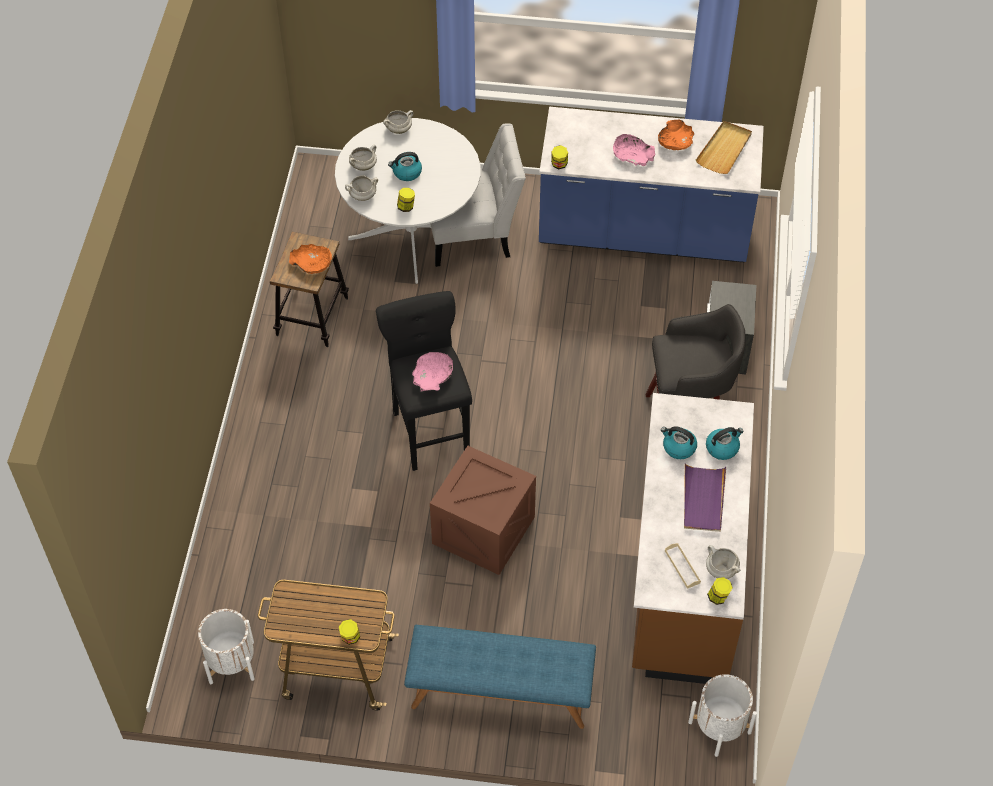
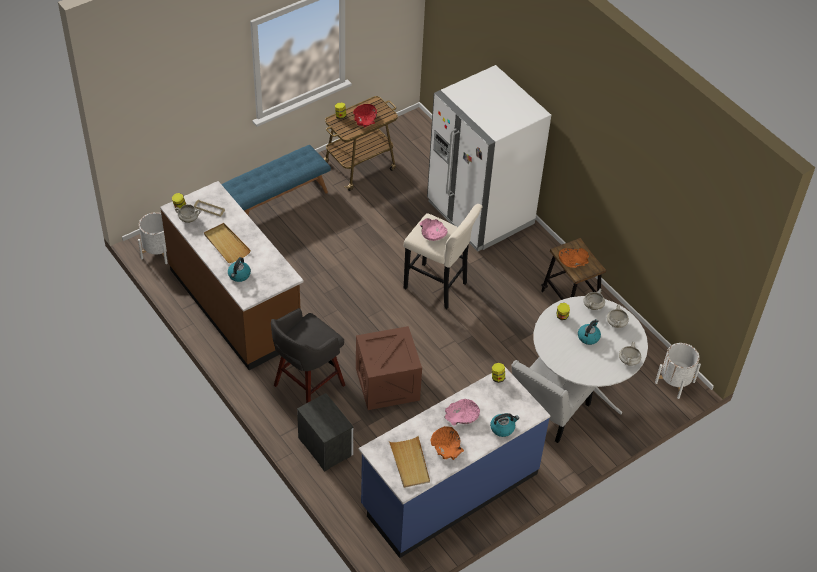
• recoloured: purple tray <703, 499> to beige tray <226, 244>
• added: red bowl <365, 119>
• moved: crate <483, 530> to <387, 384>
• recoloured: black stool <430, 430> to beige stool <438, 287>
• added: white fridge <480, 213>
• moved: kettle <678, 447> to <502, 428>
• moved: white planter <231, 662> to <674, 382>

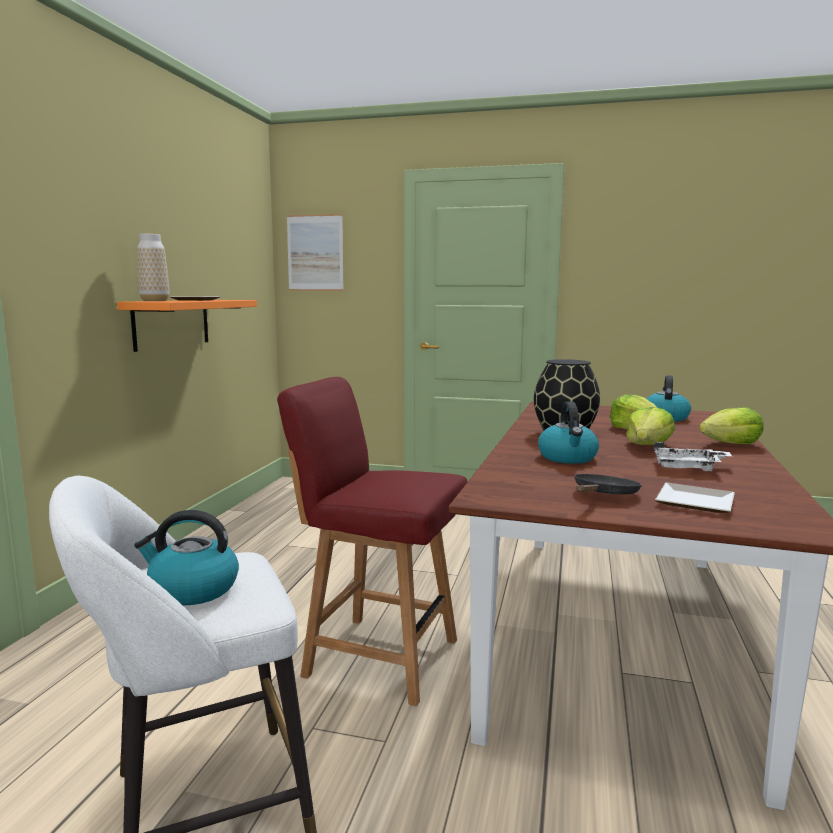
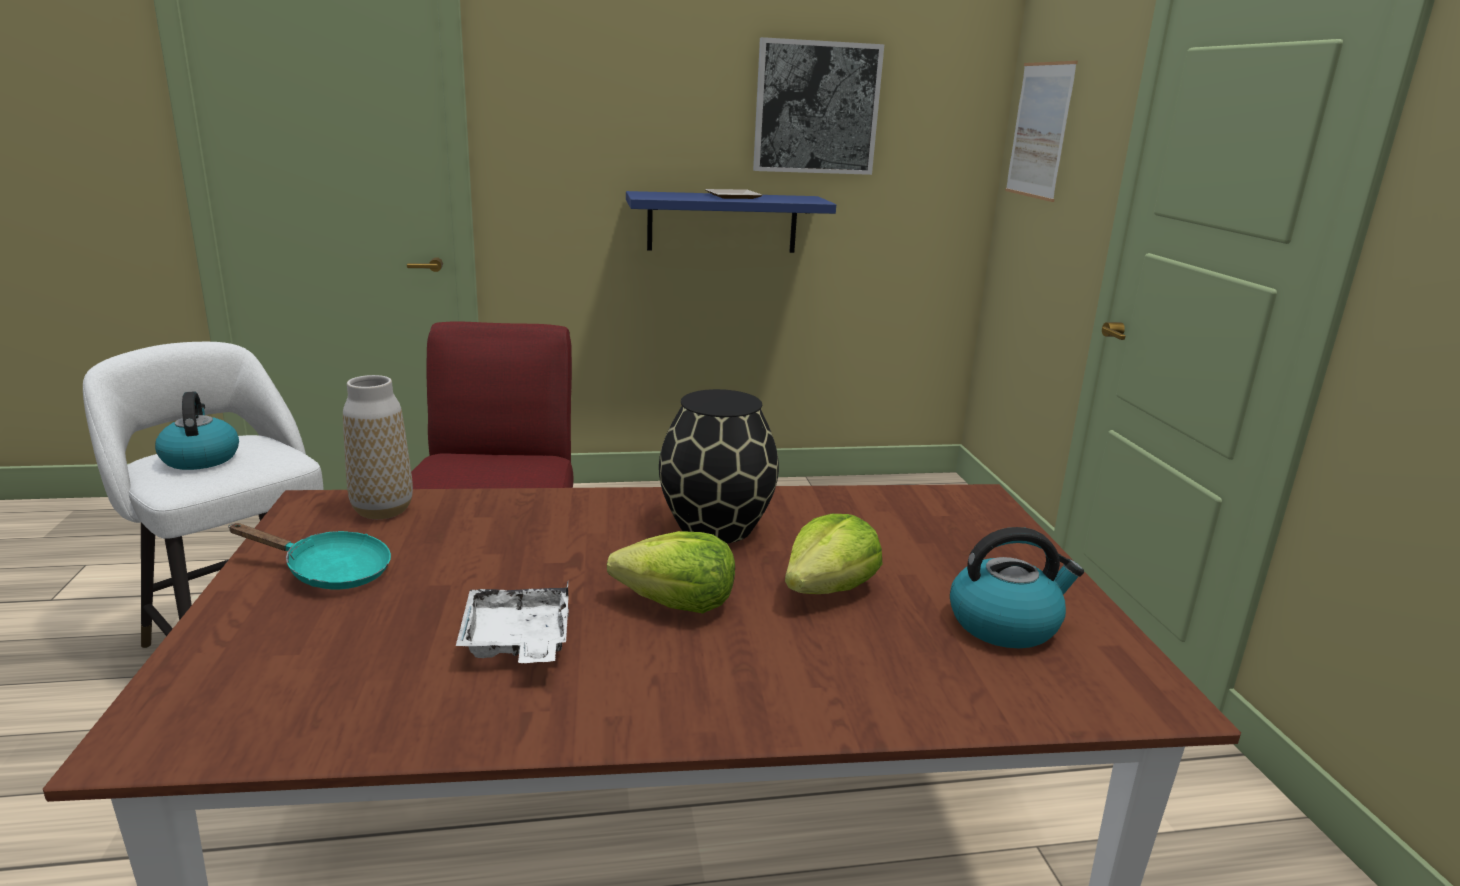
• recoloured: black frying pan <604, 495> to turquoise frying pan <329, 572>
• moved: vase <154, 301> to <382, 510>
• recoloured: orange shelf <172, 323> to blue shelf <722, 222>
• added: picture <816, 108>
• removed: kettle <568, 458>
• removed: plate <692, 502>
• removed: lettuce <731, 444>

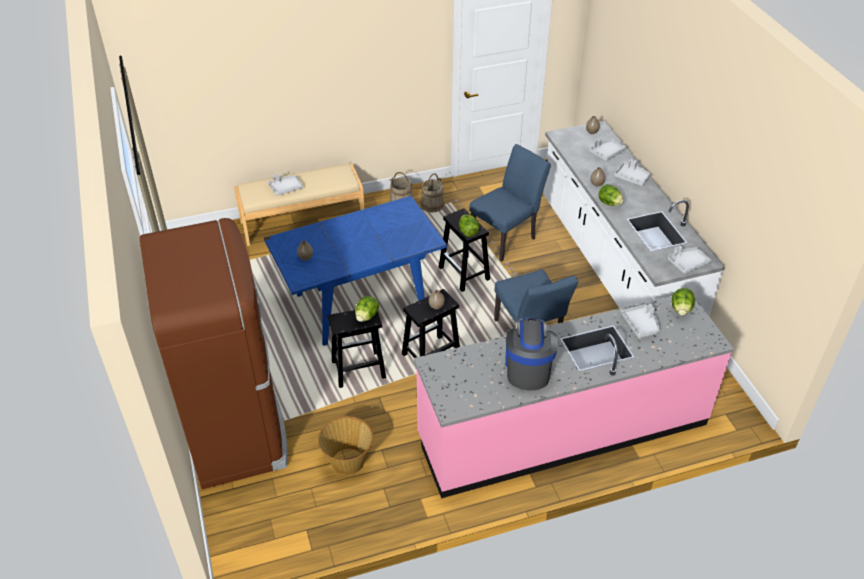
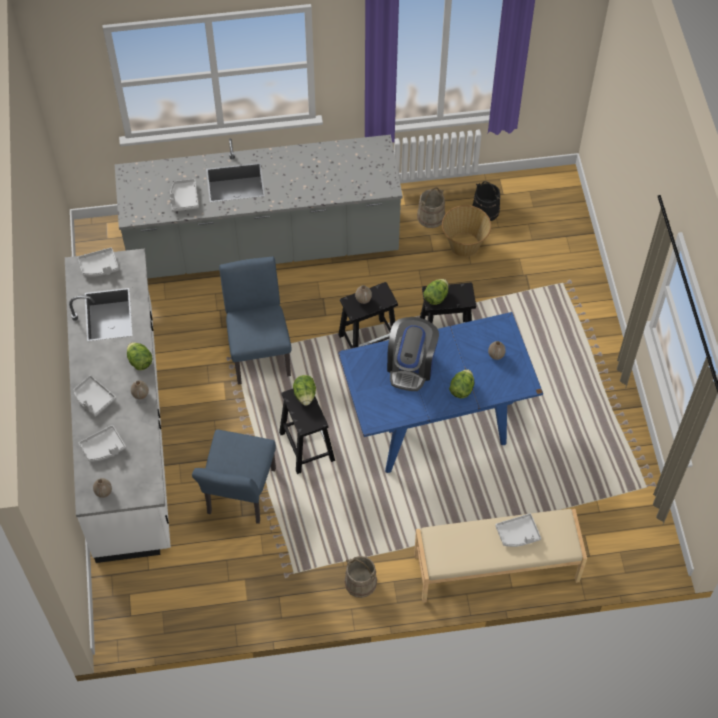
• recoloured: pink counter <562, 429> to grey counter <263, 245>
• turned: blue chair <506, 237> = <239, 496> 45 degrees counterclockwise
• moved: coffee machine <528, 368> to <411, 365>
• moved: beige bucket <432, 205> to <430, 216>
• moved: lettuce <681, 309> to <461, 389>
• added: black bucket <485, 210>
• removed: brown fridge <237, 429>

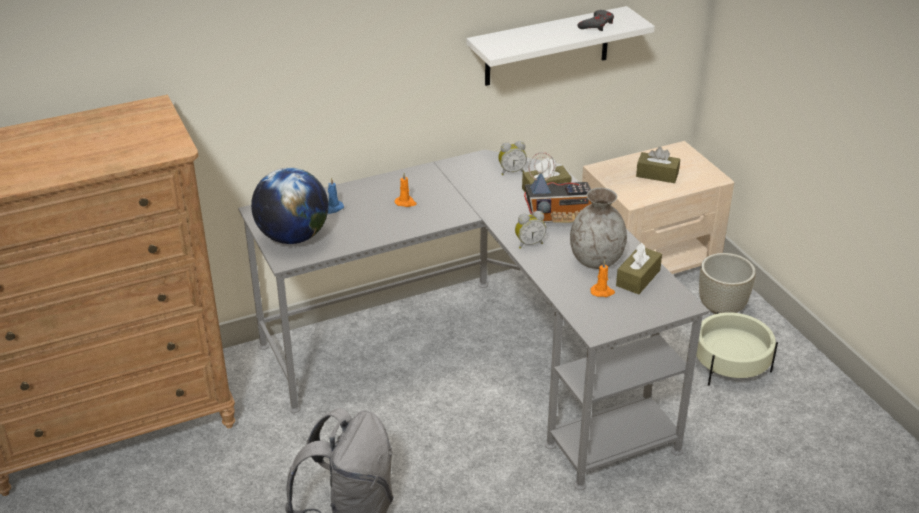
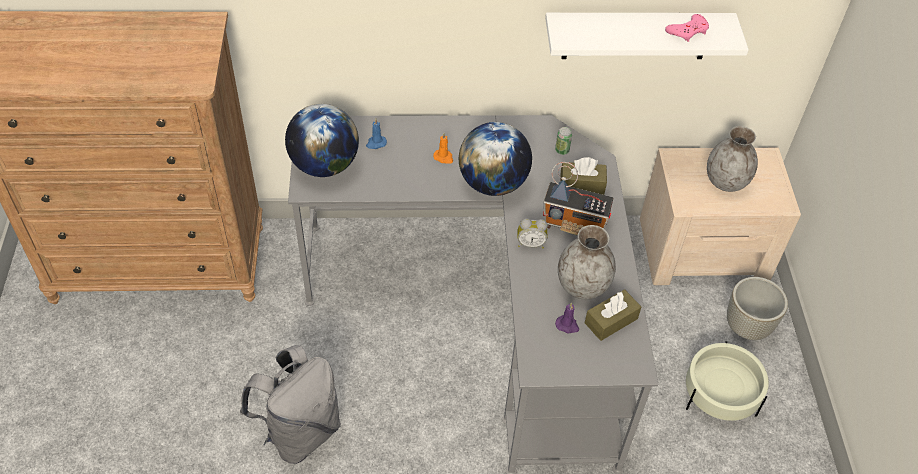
• added: globe <493, 183>
• replaced: alarm clock <511, 171> to can <562, 150>
• recoloured: orange candle <602, 292> to purple candle <567, 325>
• recoloured: grey game controller <597, 24> to pink game controller <688, 31>
• replaced: brown tissue box <657, 175> to grey vase <726, 182>

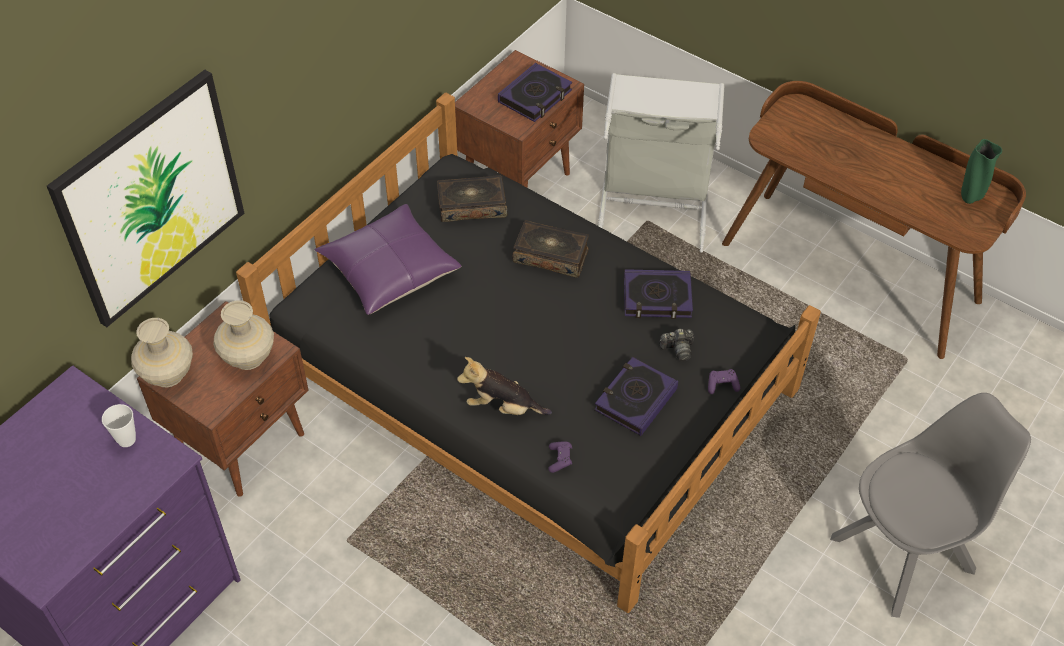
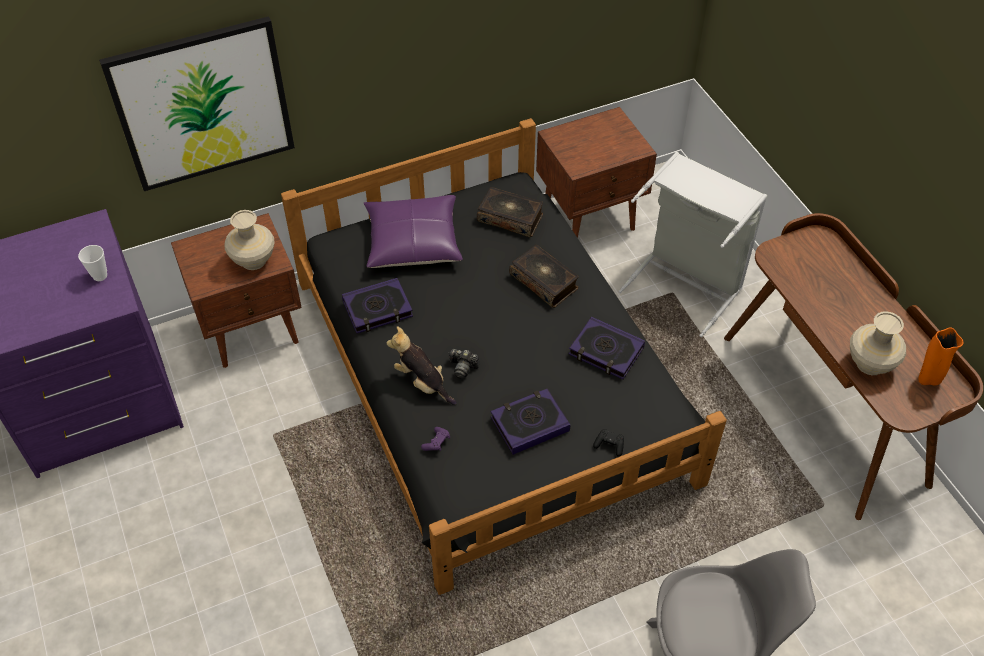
• moved: book <535, 97> to <377, 309>
• moved: photo camera <677, 349> to <463, 367>
• recoloured: purple game controller <722, 385> to black game controller <609, 445>
• moved: beige vase <167, 375> to <869, 364>
• recoloured: green vase <970, 197> to orange vase <927, 379>

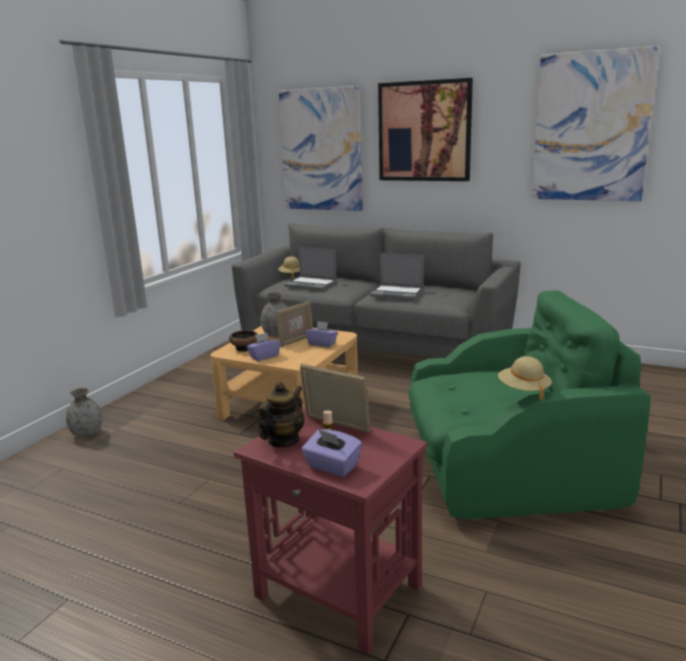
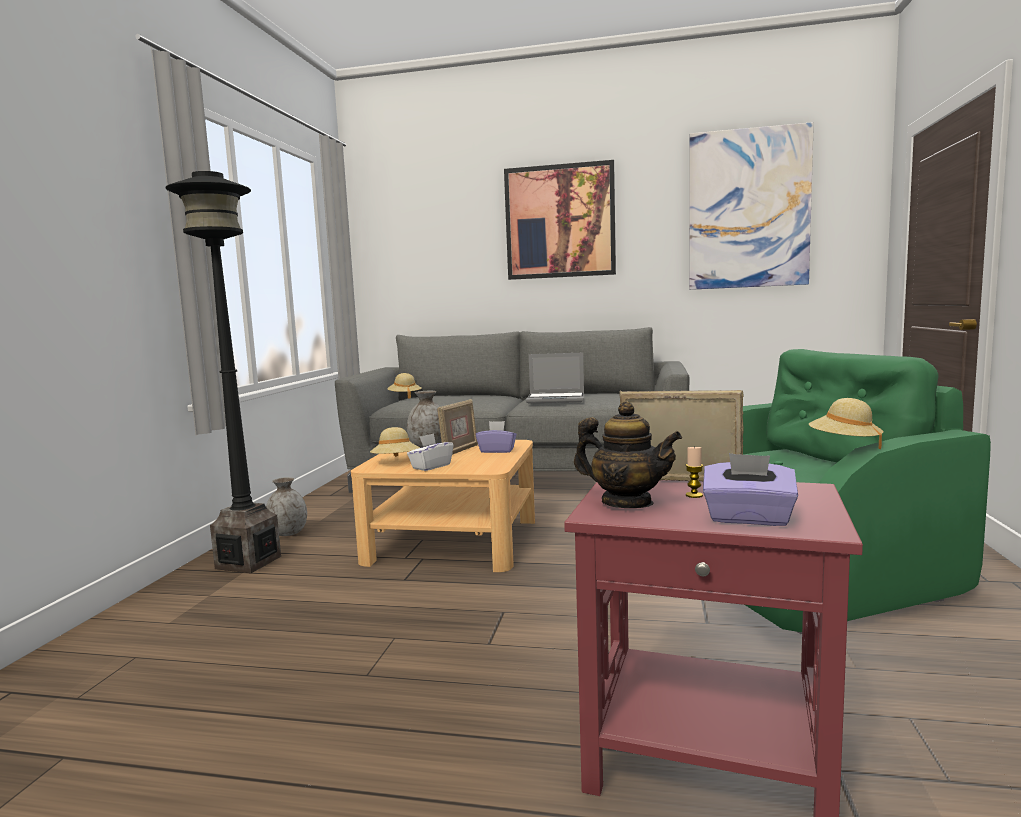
• added: black floor lamp <248, 562>
• moved: grey vase <87, 433> to <288, 533>
• replaced: bowl <245, 348> to beige hat <396, 462>
• recoloured: purple tissue box <264, 356> to white tissue box <431, 466>
• turned: teapot <283, 441> = <627, 503> 105 degrees clockwise
• removed: picture <322, 150>
• removed: laptop <312, 284>

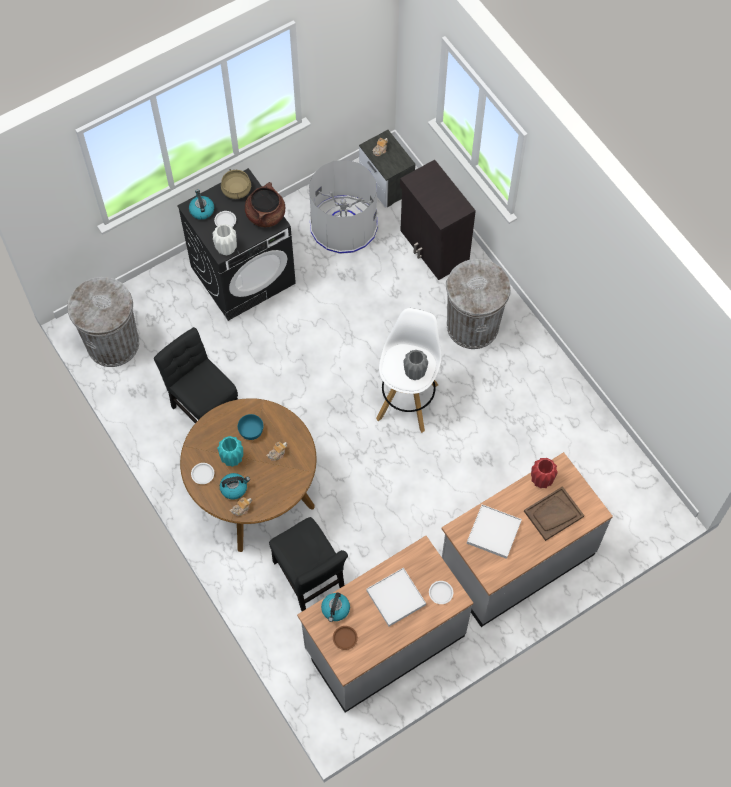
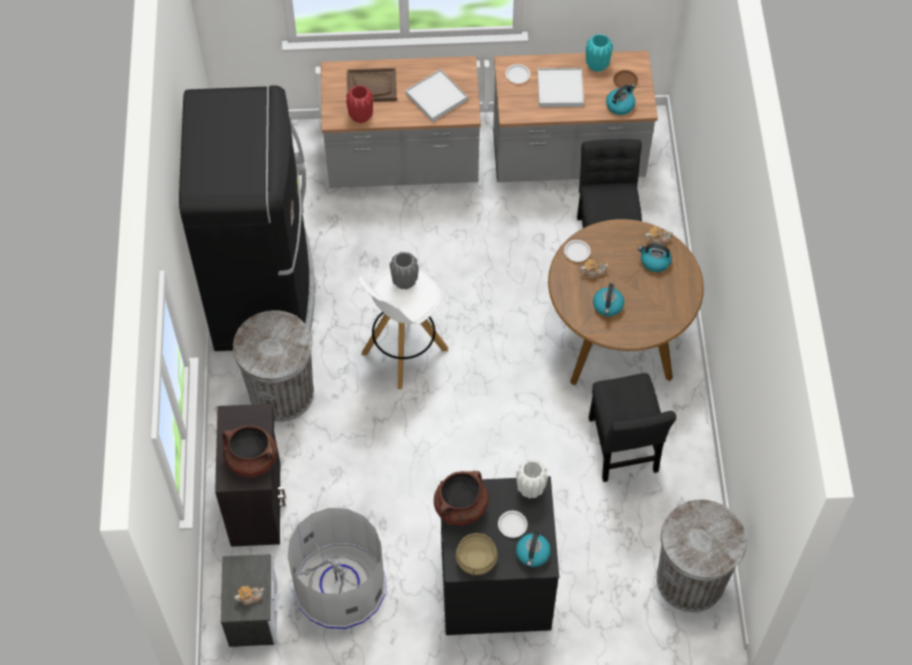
• added: black fridge <264, 291>
• added: brown cooking pot <251, 460>
• moved: white plate <202, 474> to <577, 252>
• moved: turquoise vase <232, 459> to <597, 65>
• replaced: turquoise bowl <251, 431> to kettle <608, 306>

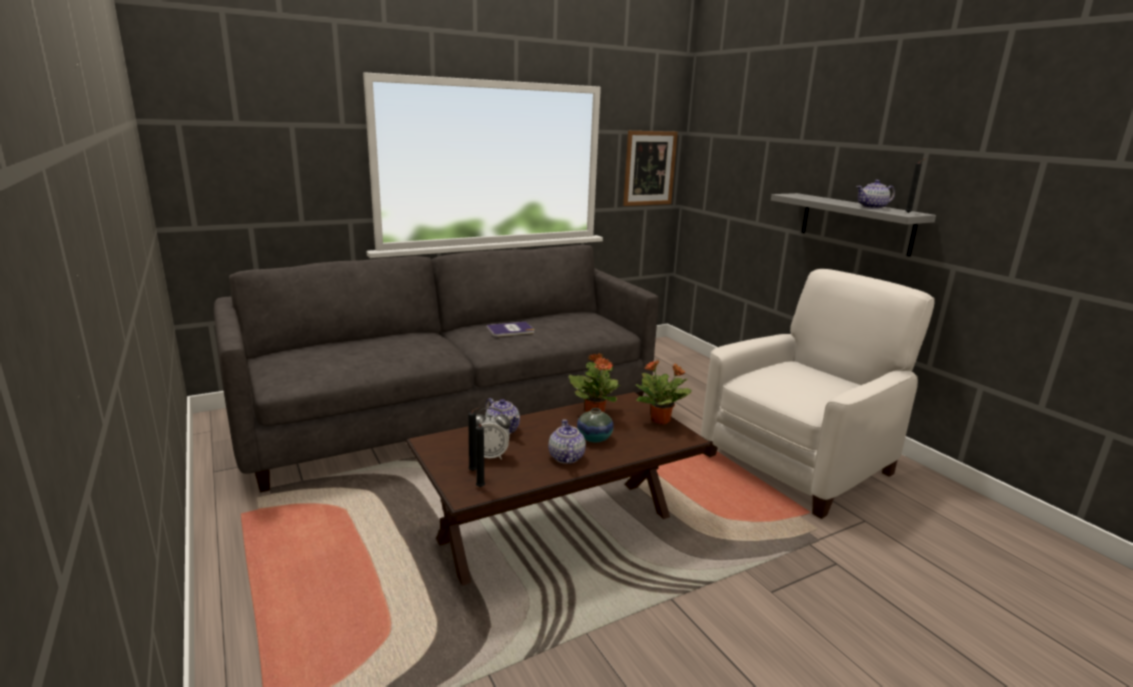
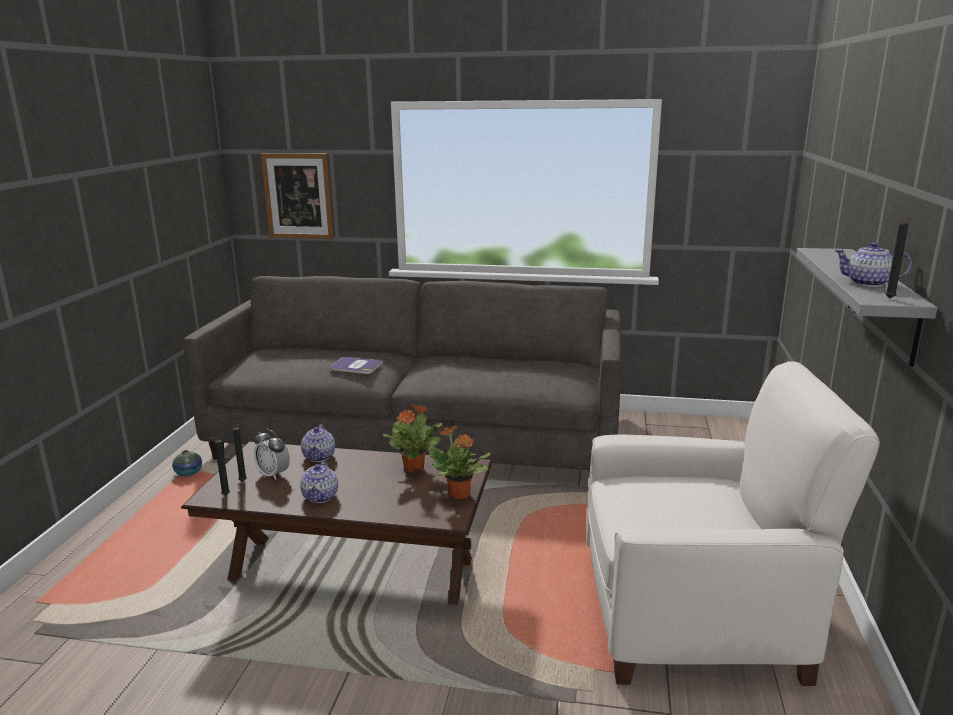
• moved: vase <594, 438> to <188, 473>
• moved: picture <649, 168> to <298, 196>
• turned: teapot <566, 457> = <321, 496> 150 degrees clockwise
• moved: book <510, 330> to <356, 366>

